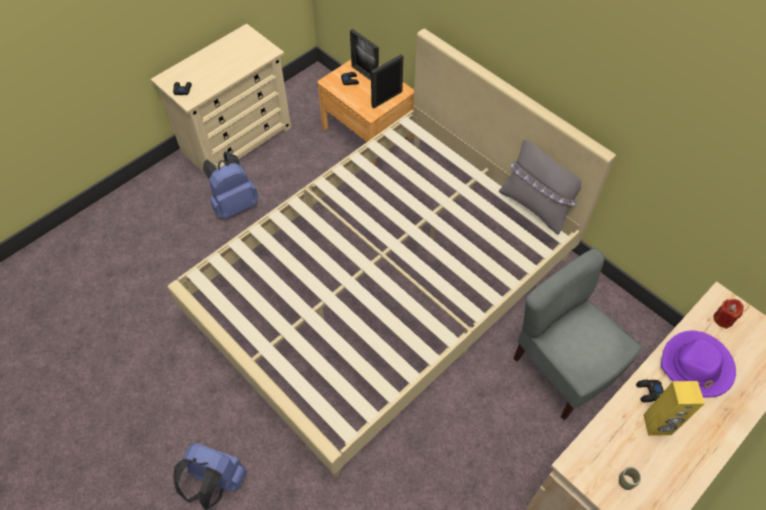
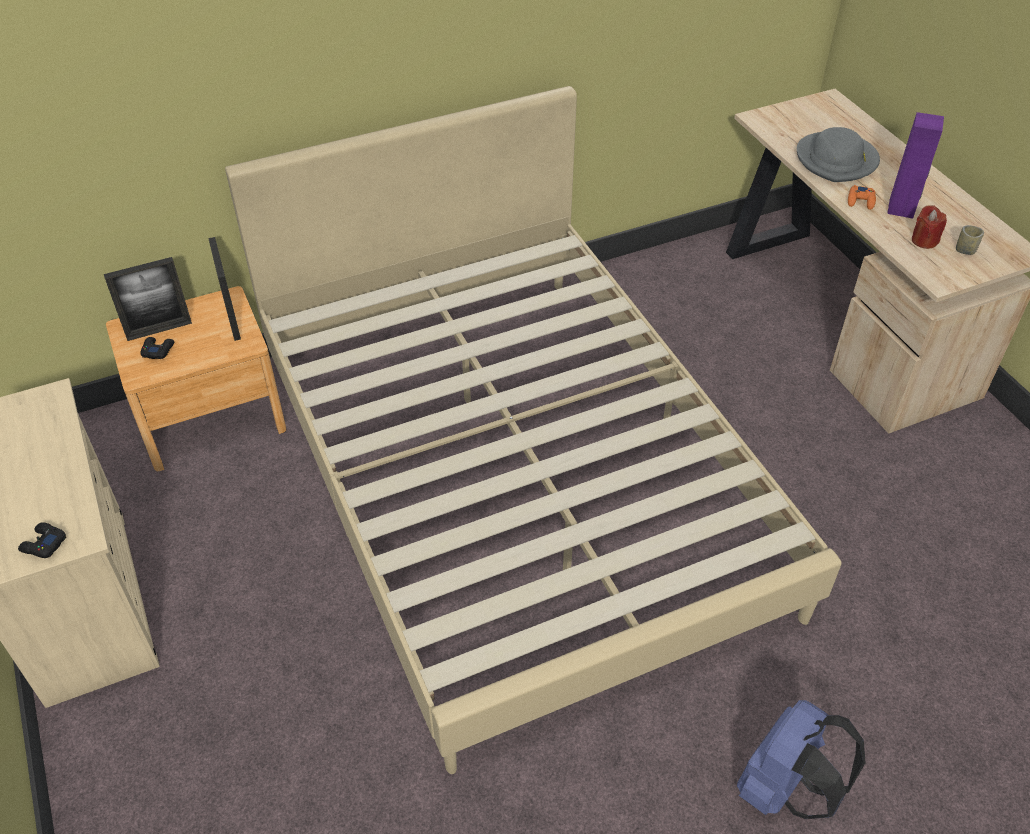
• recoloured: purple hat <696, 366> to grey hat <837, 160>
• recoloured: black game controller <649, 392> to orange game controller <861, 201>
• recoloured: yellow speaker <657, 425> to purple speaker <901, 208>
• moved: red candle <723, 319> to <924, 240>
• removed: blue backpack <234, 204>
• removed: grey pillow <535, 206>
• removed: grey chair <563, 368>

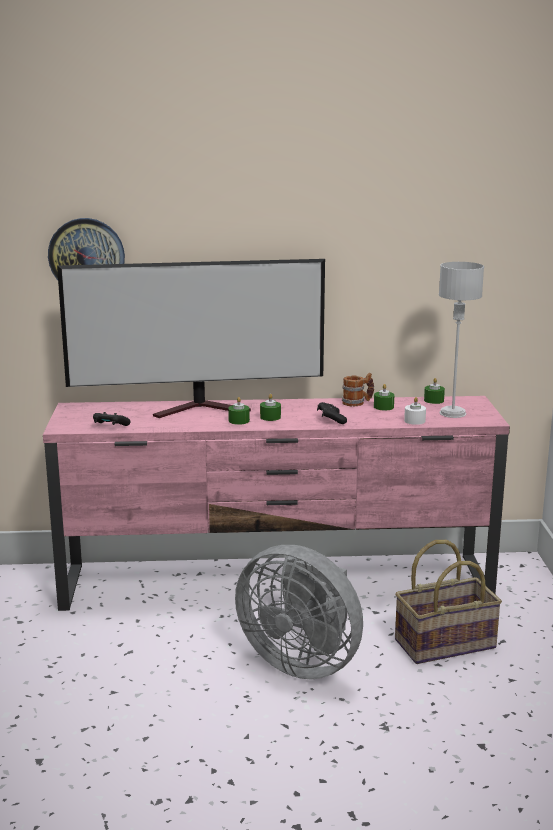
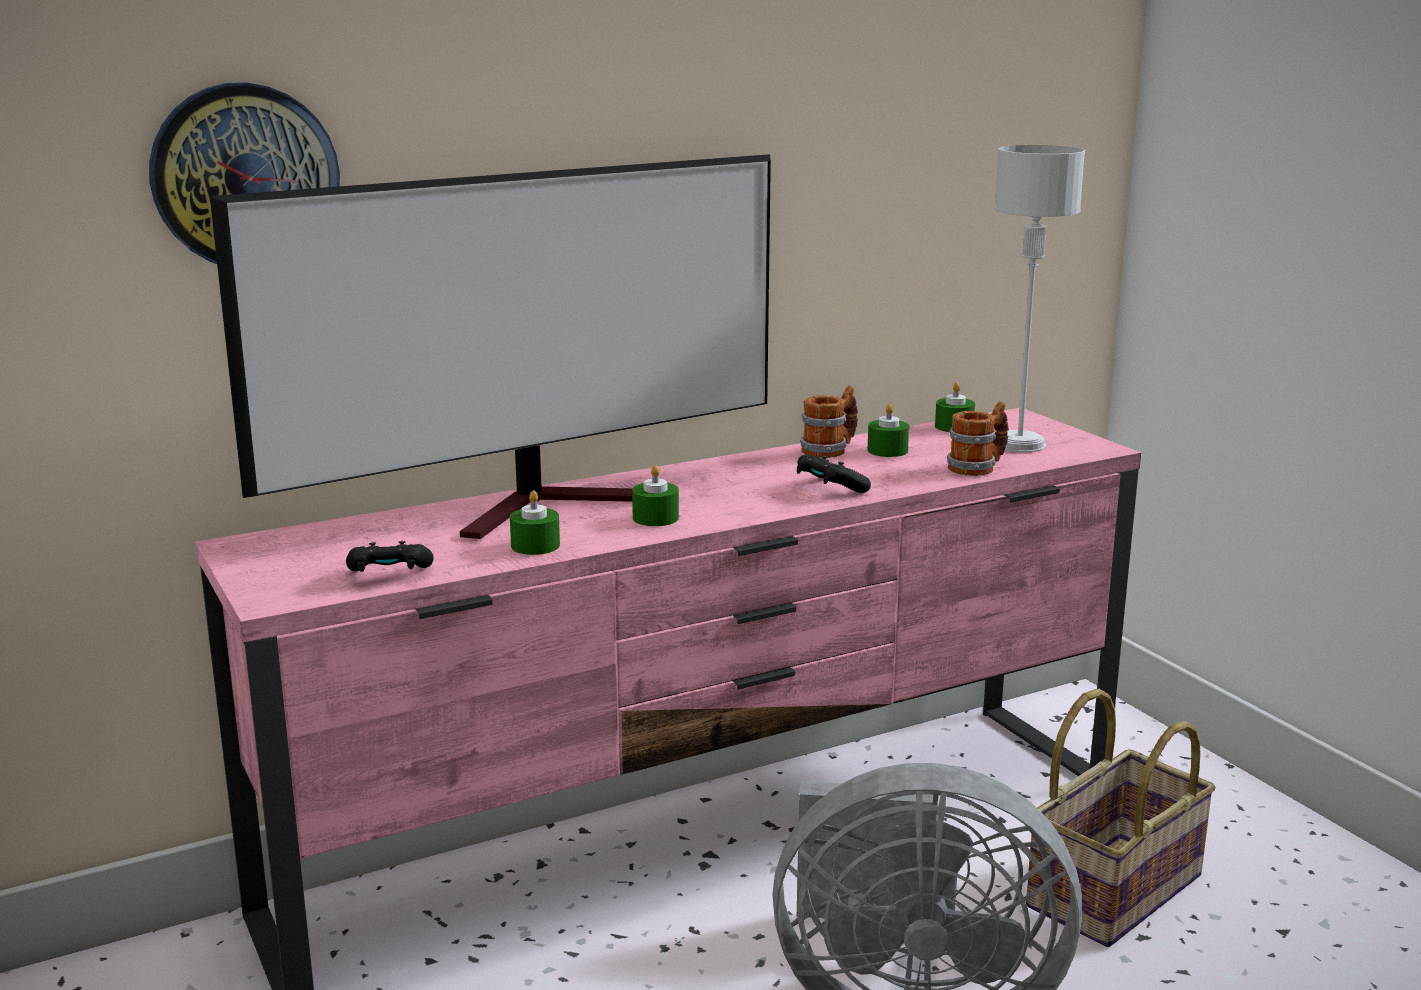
• moved: green candle <270, 417> to <535, 545>
• replaced: white candle <414, 421> to mug <978, 467>

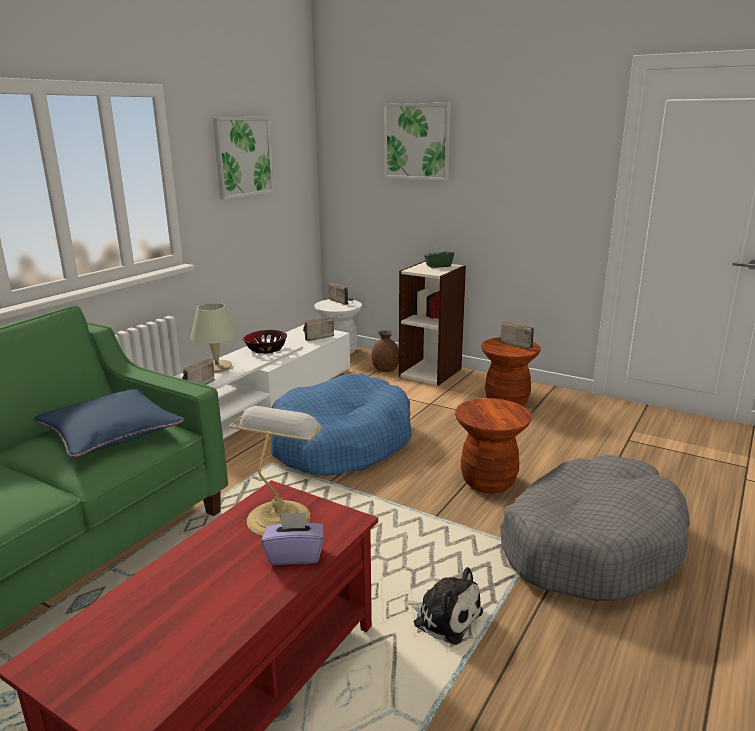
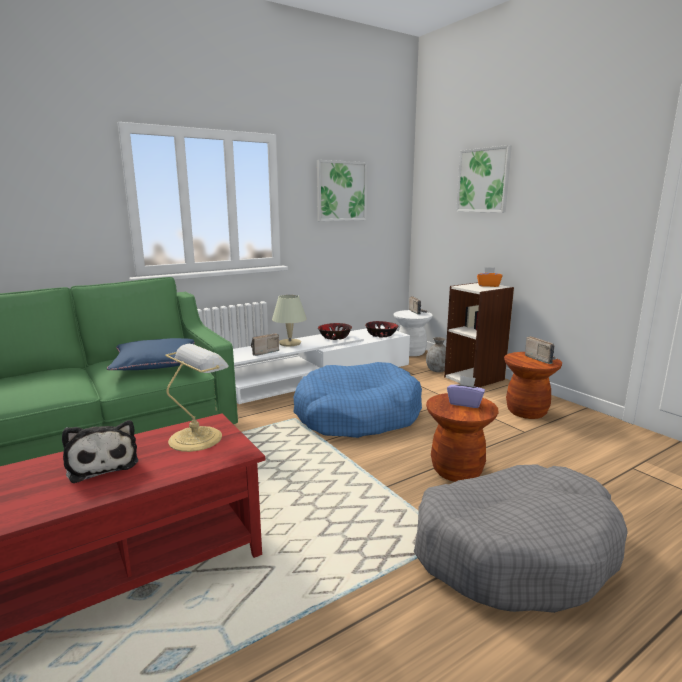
• moved: plush toy <444, 616> to <102, 463>
• replaced: radio <316, 337> to bowl <381, 335>
• recoloured: brown vase <385, 370> to grey vase <437, 370>
• moved: purple tissue box <295, 555> to <465, 403>
• recoloured: green tissue box <438, 266> to orange tissue box <488, 285>

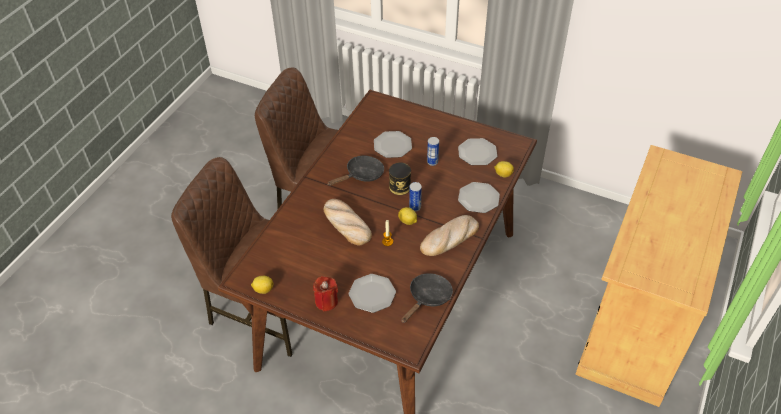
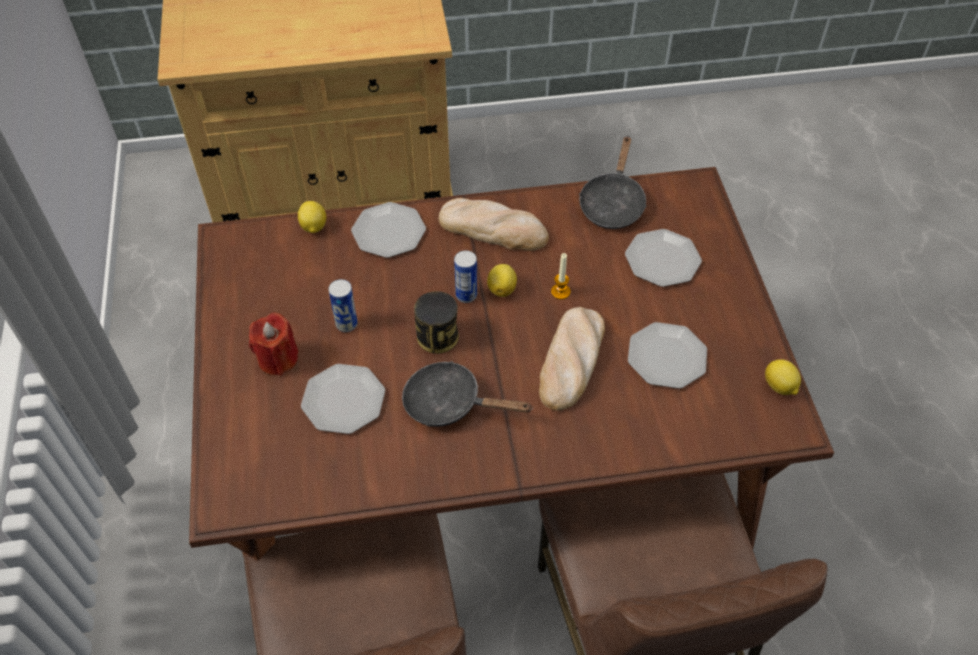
• moved: red candle <326, 301> to <278, 359>
• turned: black frying pan <428, 298> = <612, 203> 75 degrees counterclockwise
• moved: plate <477, 153> to <666, 357>

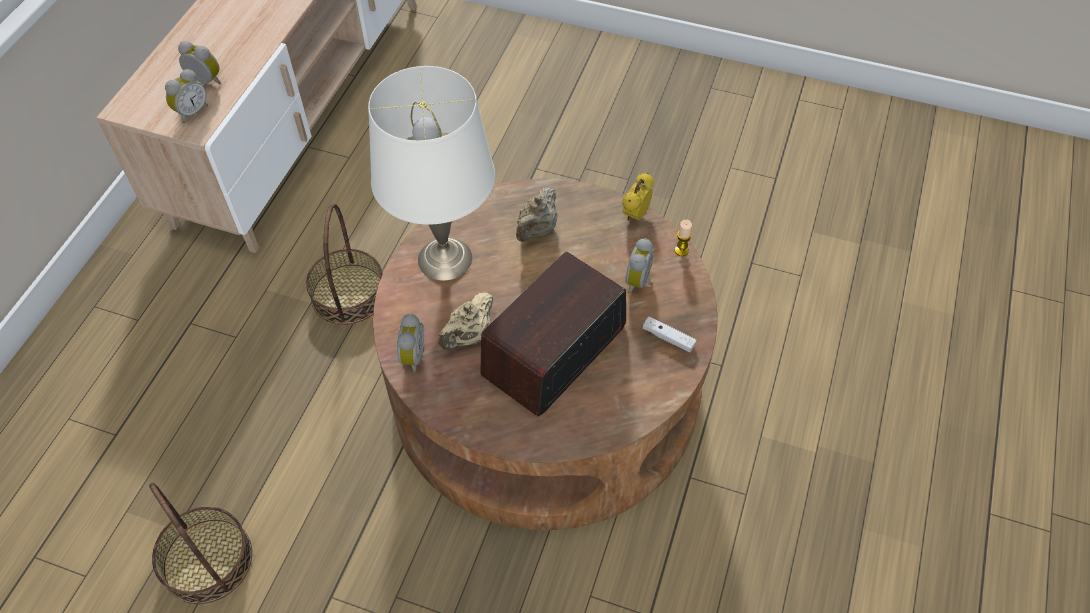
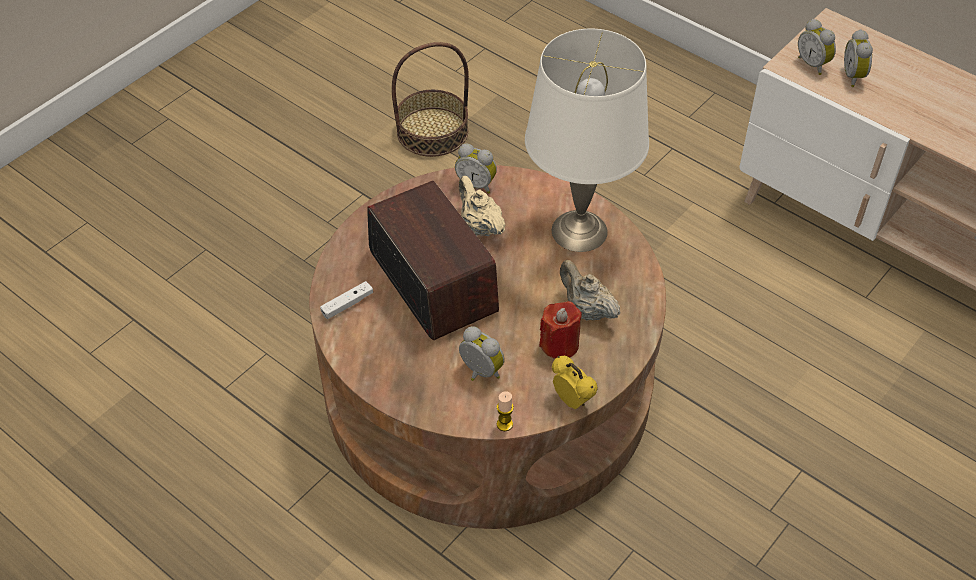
• moved: white game controller <668, 338> to <347, 304>
• added: red candle <559, 344>
• turned: alarm clock <204, 83> = <855, 77> 135 degrees clockwise
• removed: basket <349, 294>

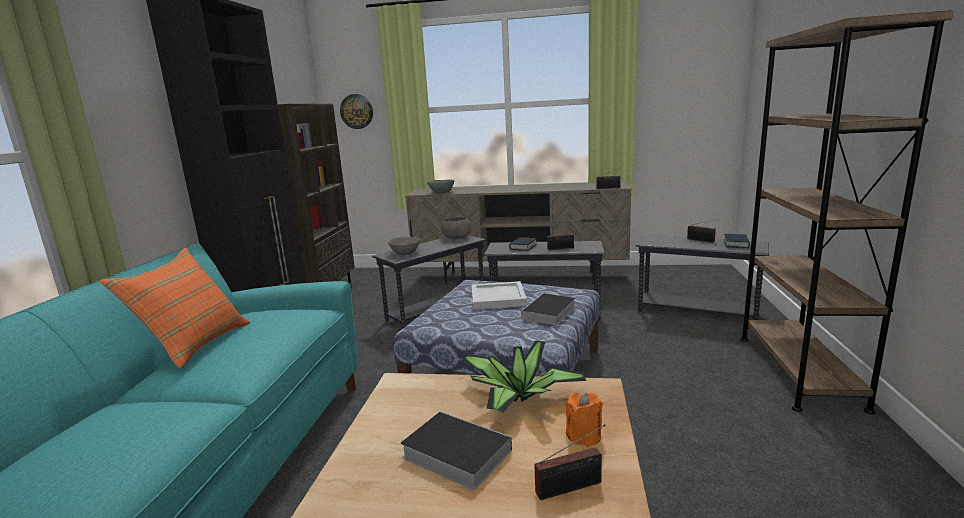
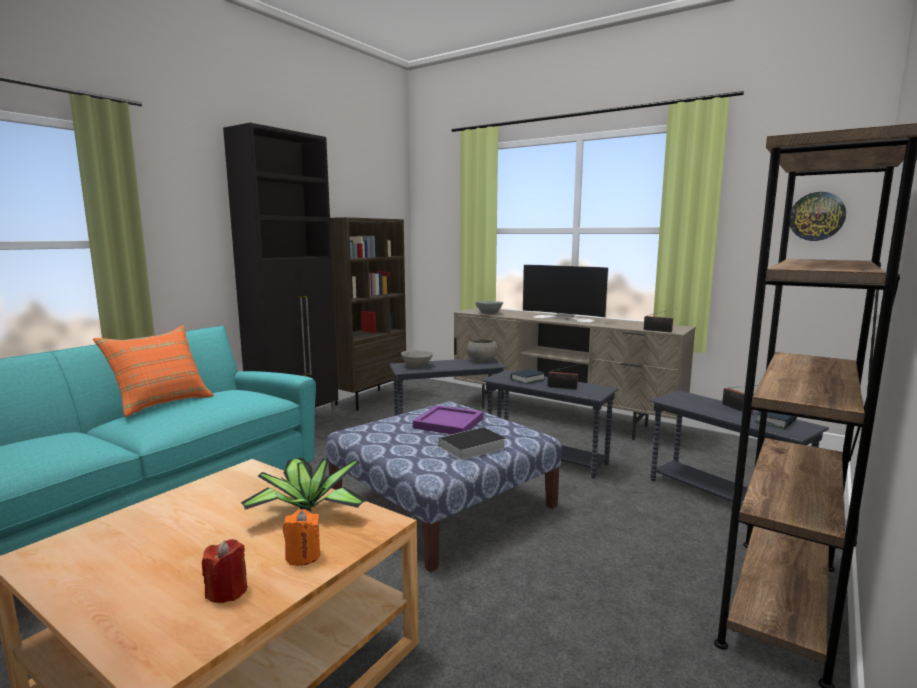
• replaced: radio <572, 487> to red candle <227, 591>
• recoloured: white tray <498, 297> to purple tray <450, 423>
• added: television <564, 318>
• moved: wall clock <356, 111> to <816, 216>
• removed: book <453, 453>

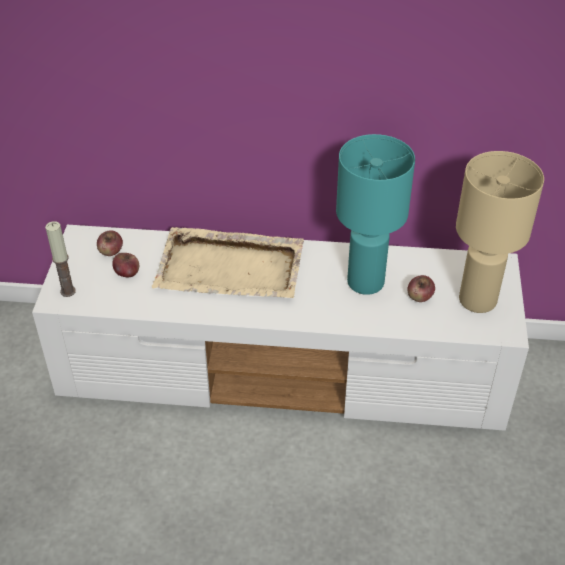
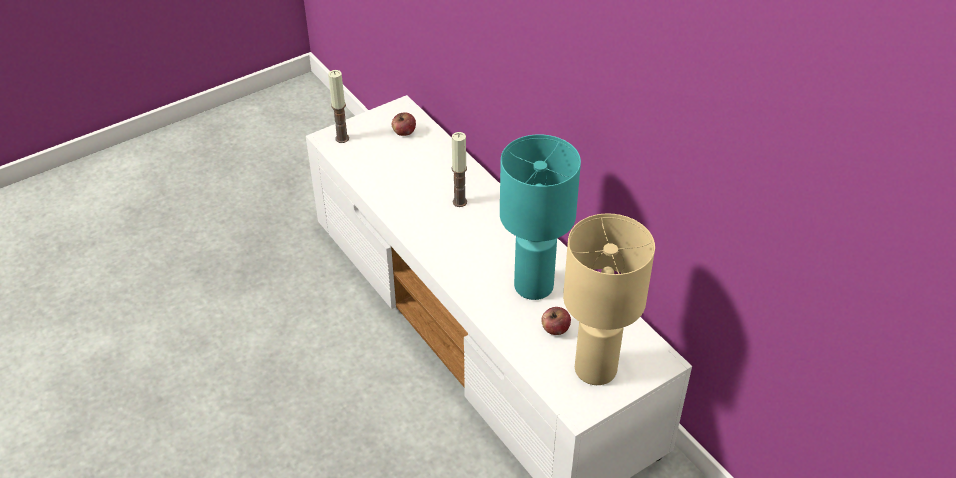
• replaced: beige tray <231, 268> to candle <459, 202>
• removed: apple <127, 273>

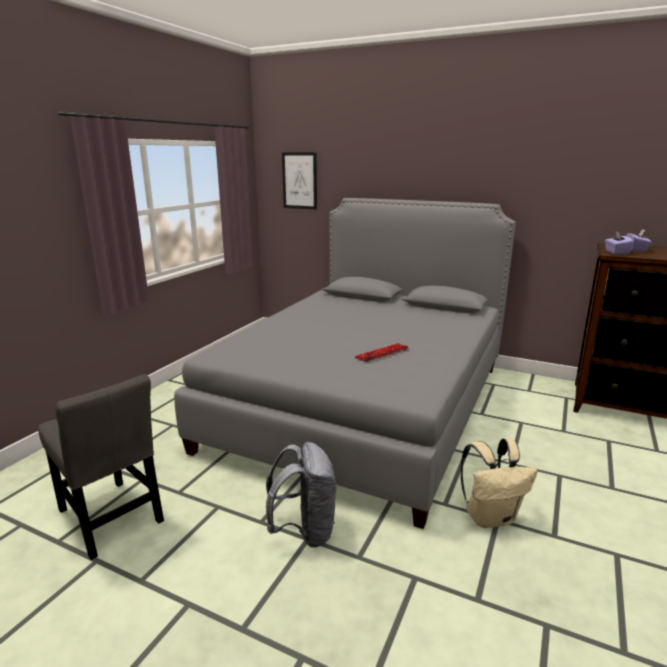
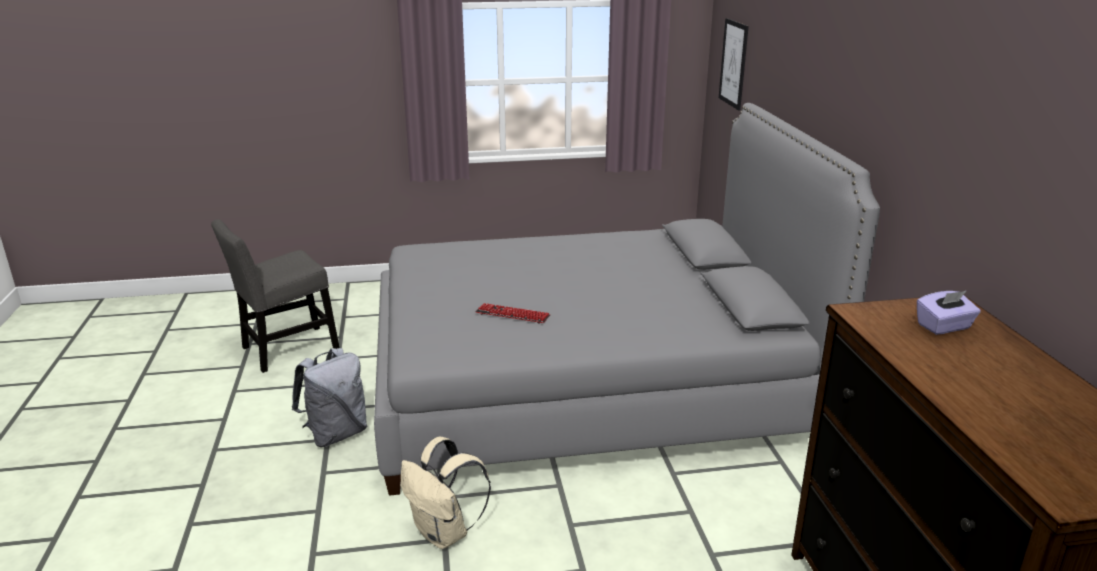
• turned: grey chair <112, 519> = <285, 350> 45 degrees clockwise
• removed: purple tissue box <616, 252>

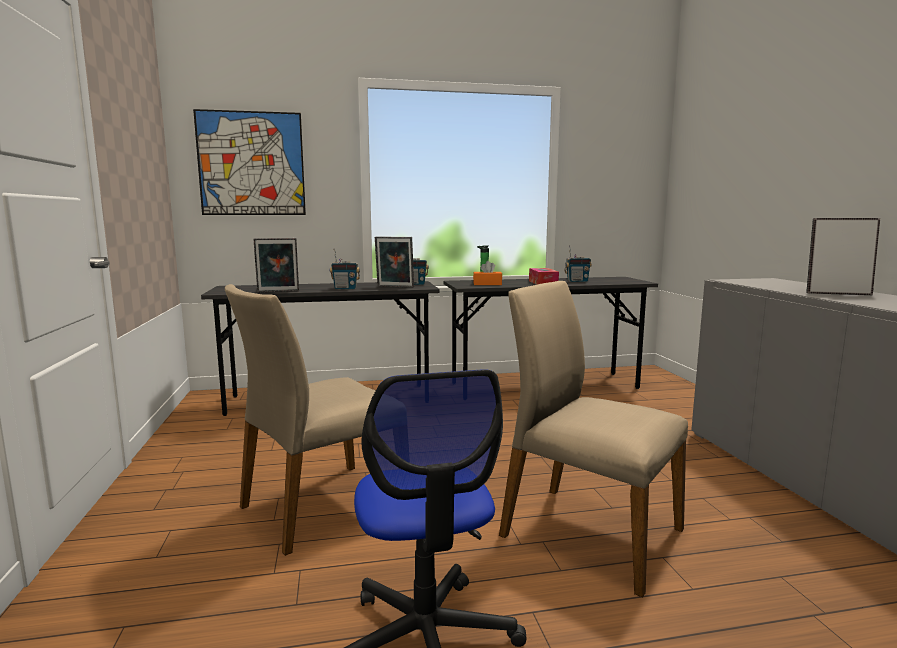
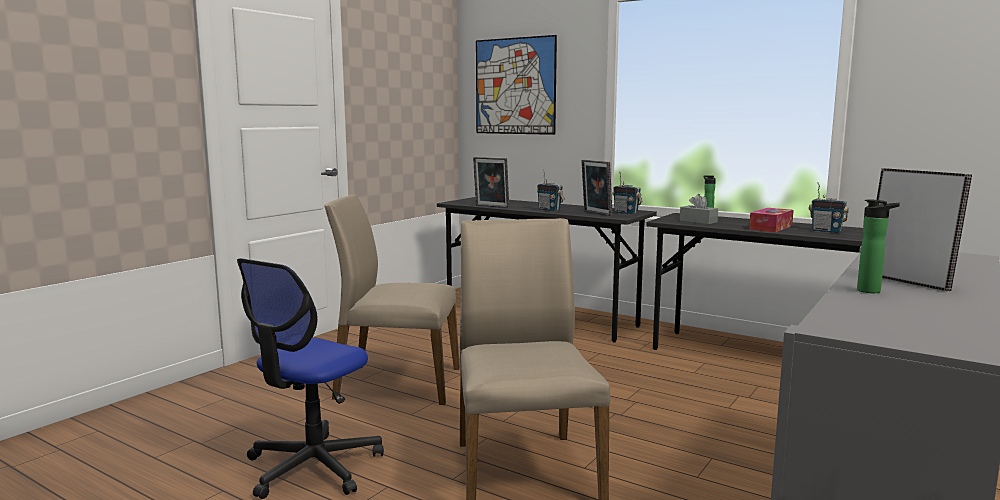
• recoloured: orange tissue box <487, 284> to grey tissue box <698, 221>
• added: bottle <872, 291>

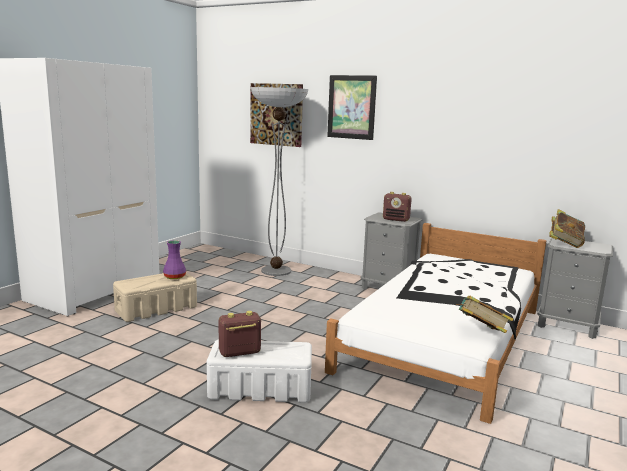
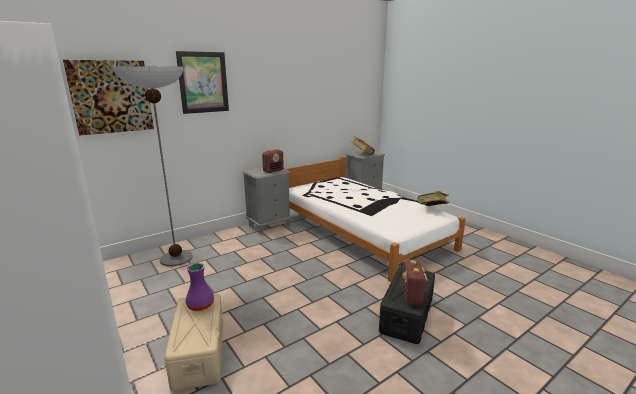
• recoloured: white storage box <259, 388> to black storage box <406, 315>

